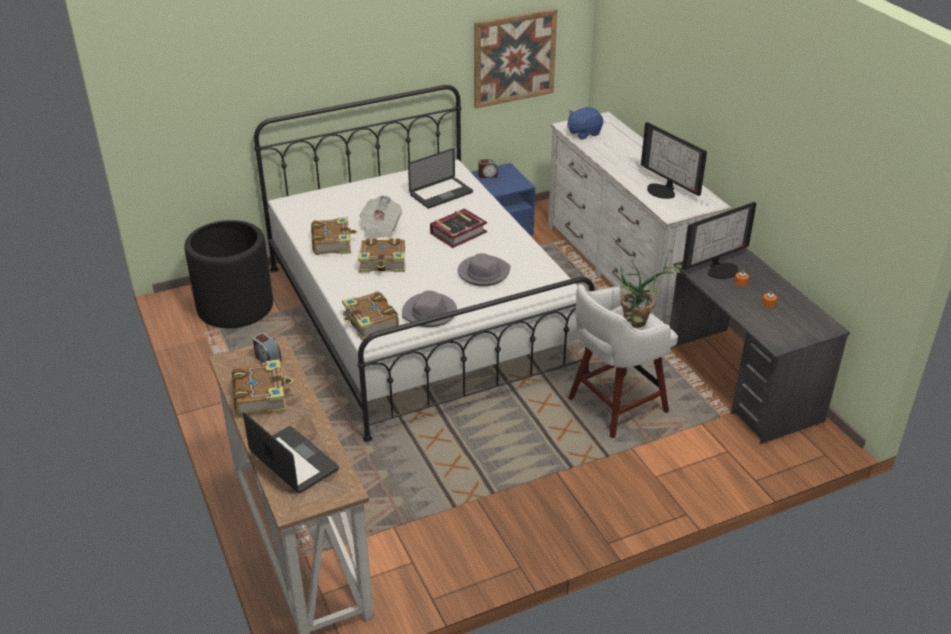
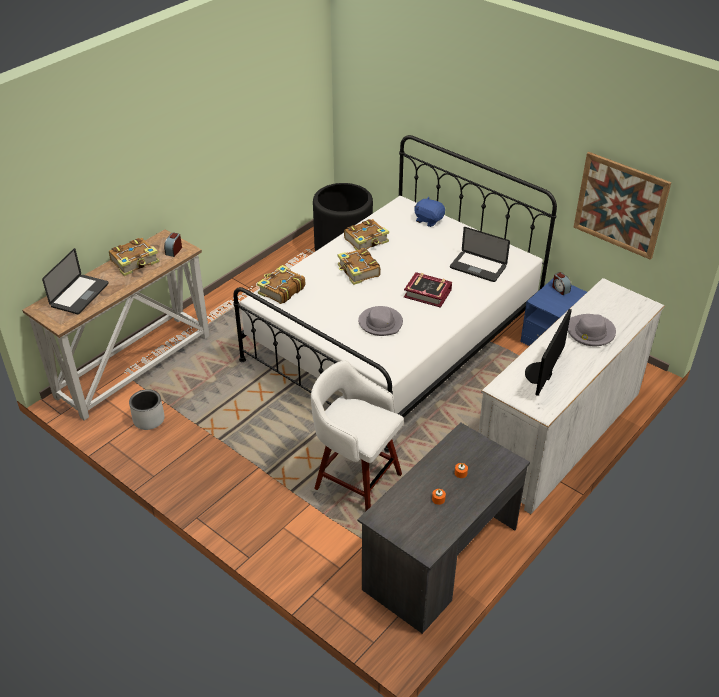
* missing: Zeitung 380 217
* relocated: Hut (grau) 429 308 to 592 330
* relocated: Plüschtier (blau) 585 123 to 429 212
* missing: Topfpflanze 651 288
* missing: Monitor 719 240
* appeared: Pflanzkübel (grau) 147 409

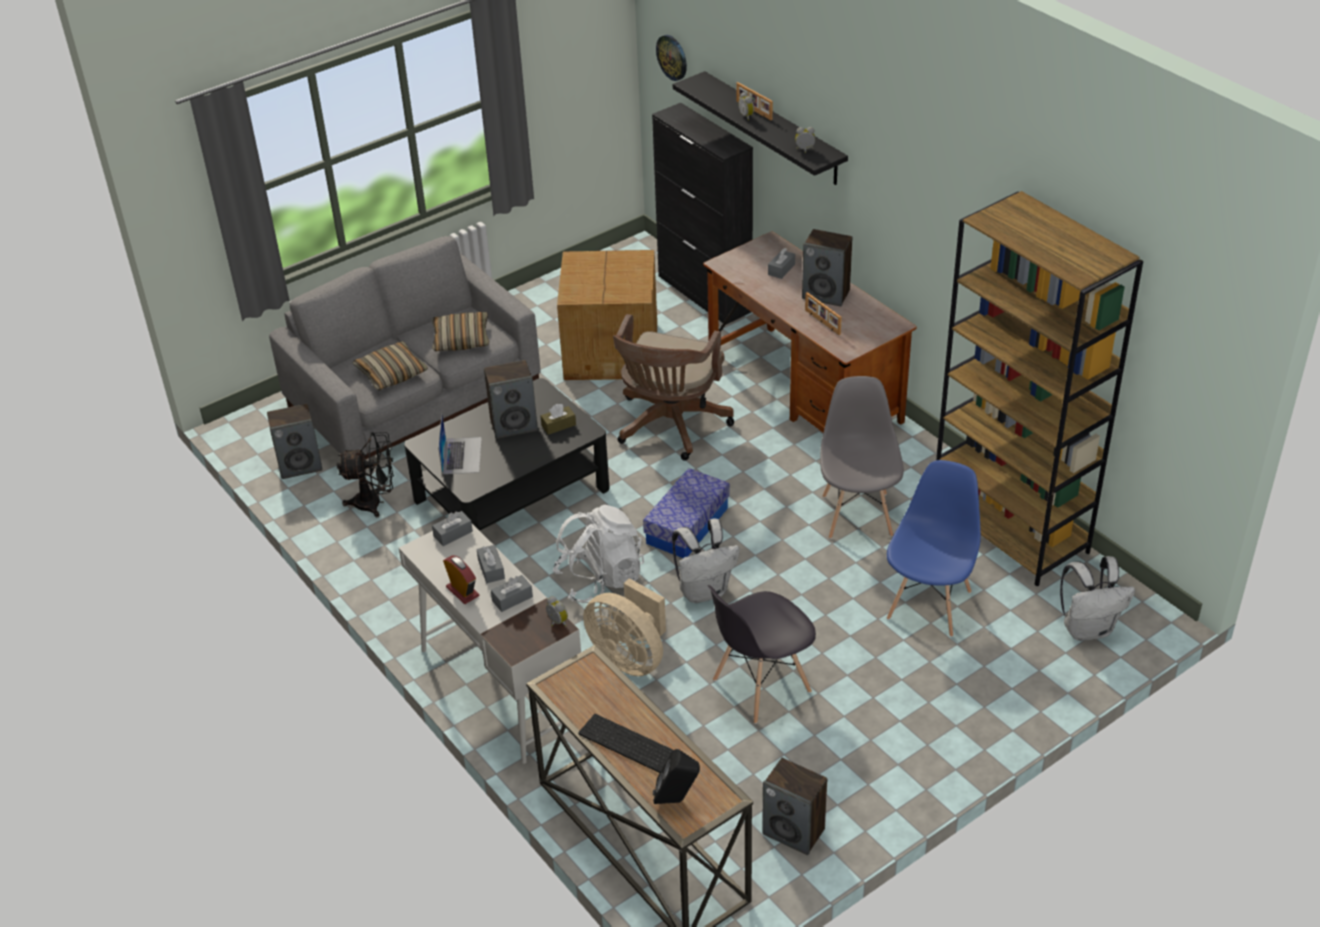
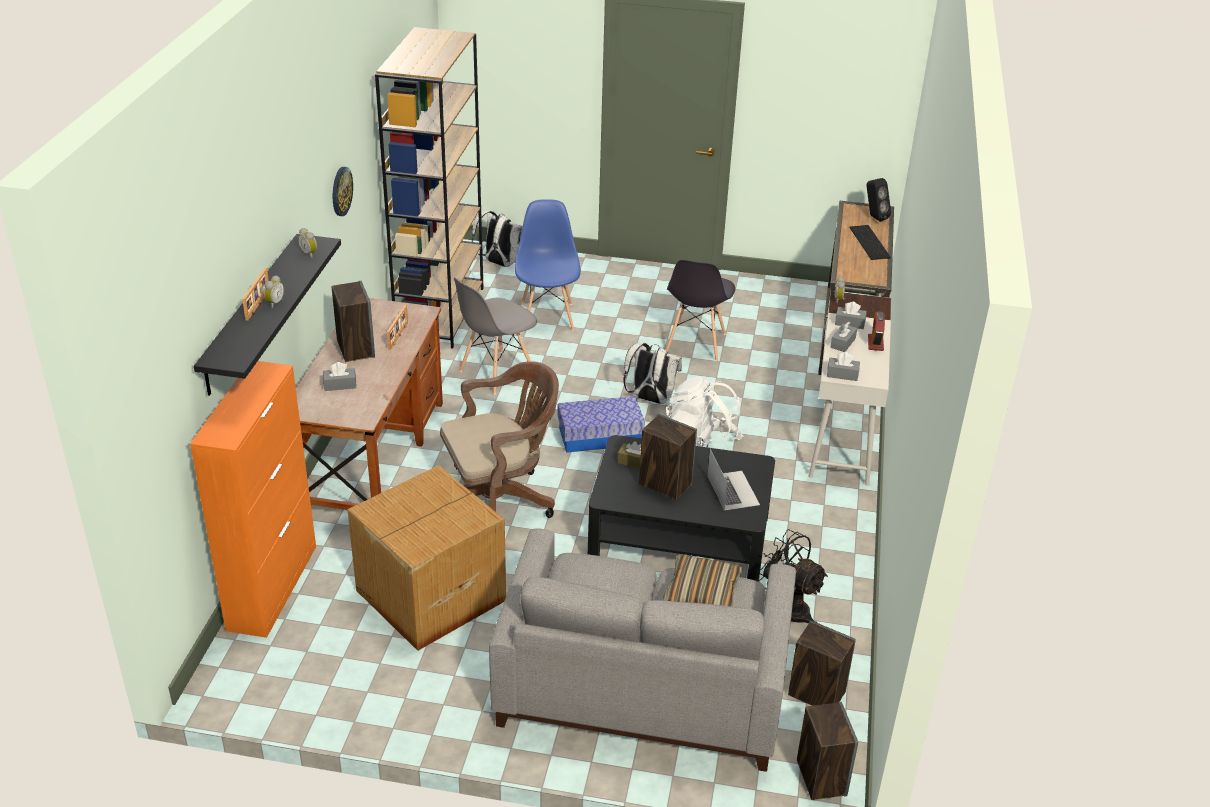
* missing: Kissen 460 331
* spun: Laptop 460 444 = 733 479 120 degrees clockwise
* missing: Ventilator (beige) 624 627
* colour: Schrank (schwarz) 702 213 to Schrank (orange) 253 499
* relocated: Wanduhr 671 58 to 343 191
* spun: Stuhl (grau) 762 654 = 700 310 90 degrees clockwise
* relocated: Lautsprecher 794 806 to 827 751
* spun: Stuhl (blau) 934 548 = 548 265 105 degrees clockwise

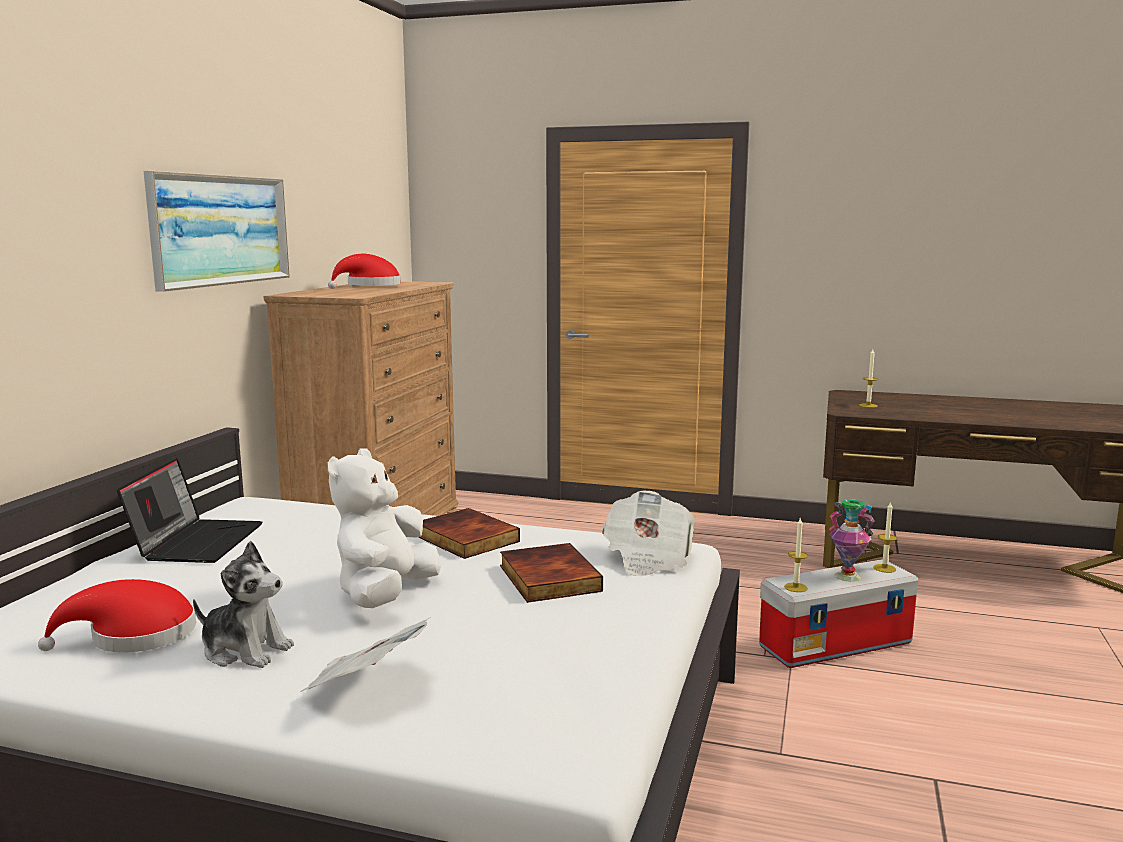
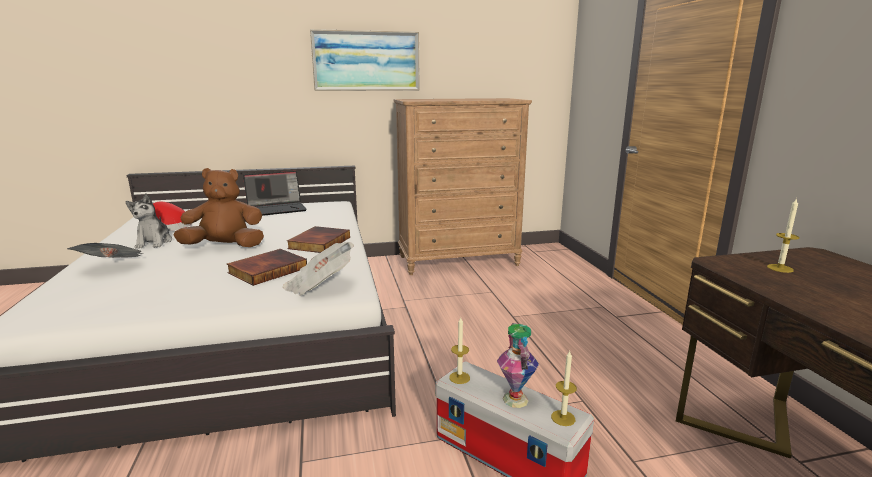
* missing: Hut (rot) 364 271
* colour: Plüschtier (weiß) 384 528 to Plüschtier (braun) 219 207

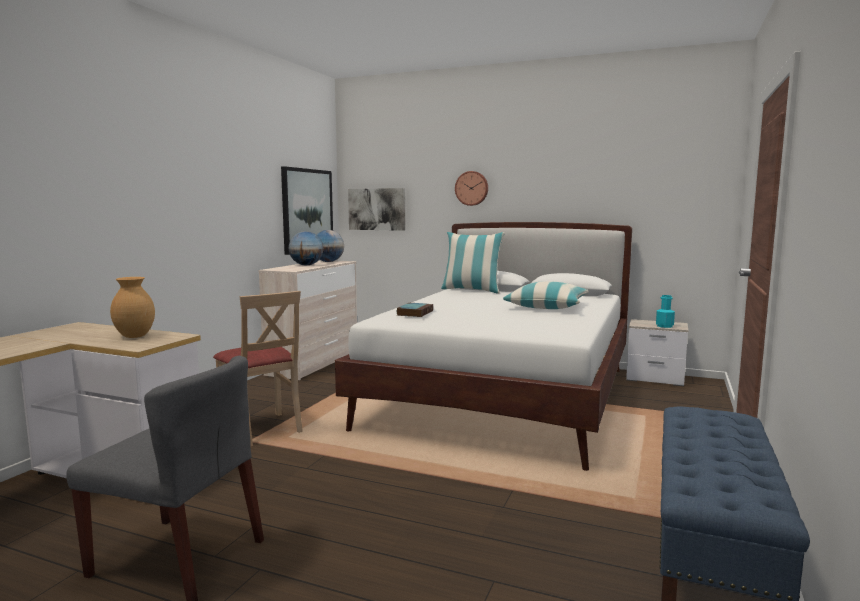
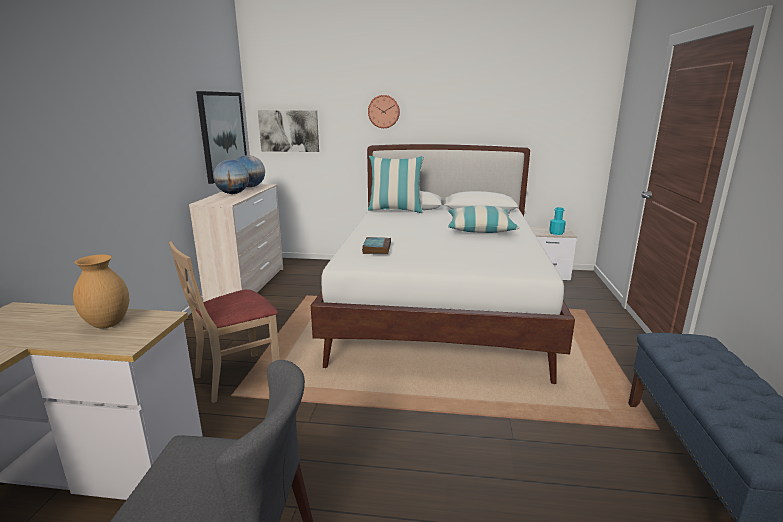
* spun: Stuhl (beige) 258 368 = 224 322 105 degrees clockwise

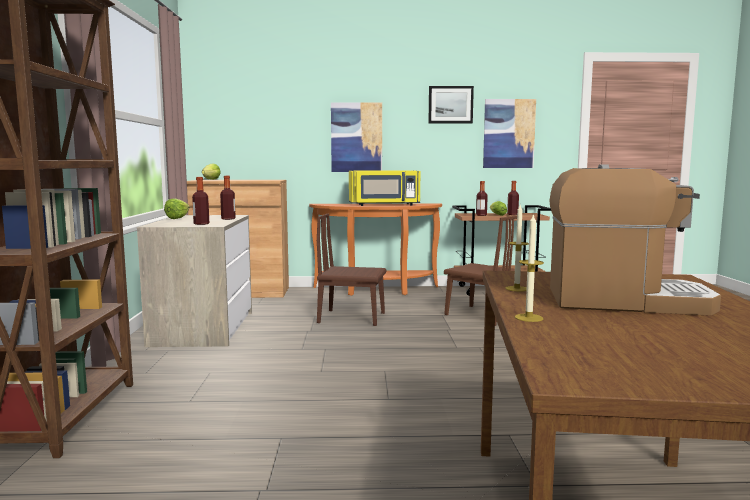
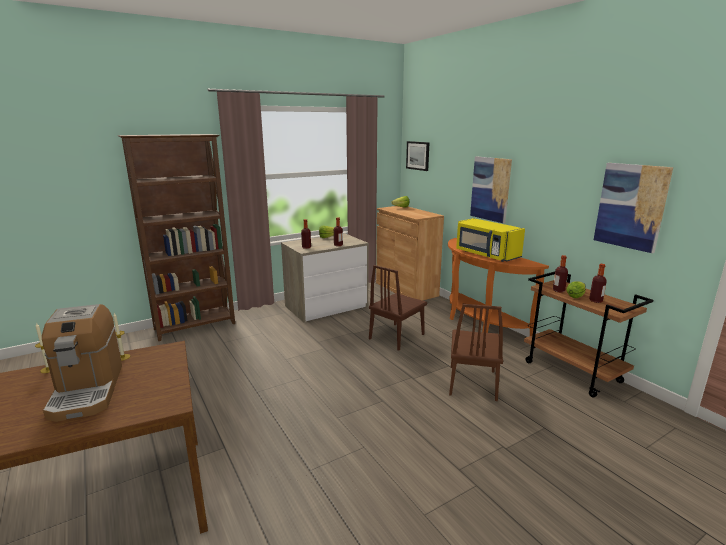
* spun: Stuhl (braun) 351 270 = 398 308 120 degrees counterclockwise
* relocated: Bild 451 104 to 418 156

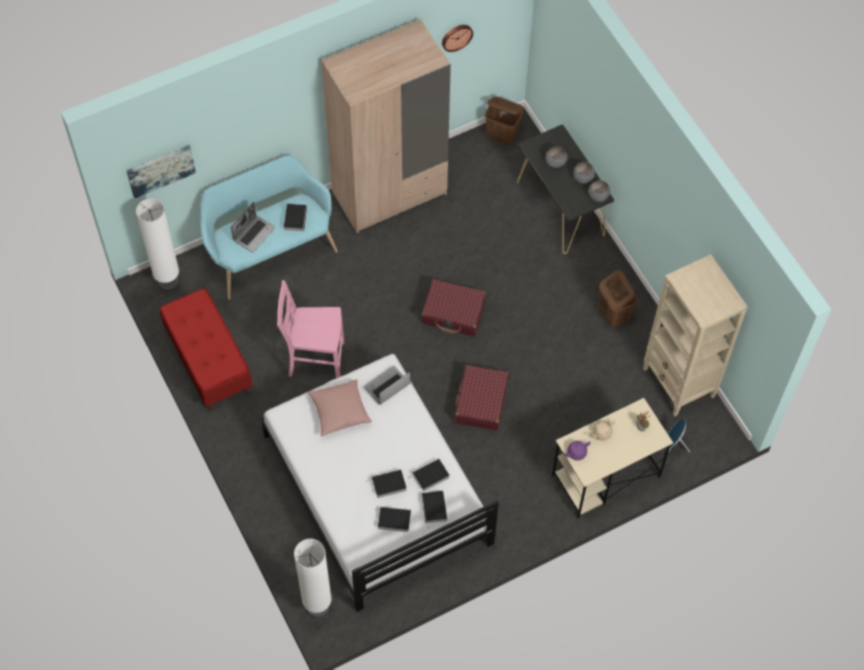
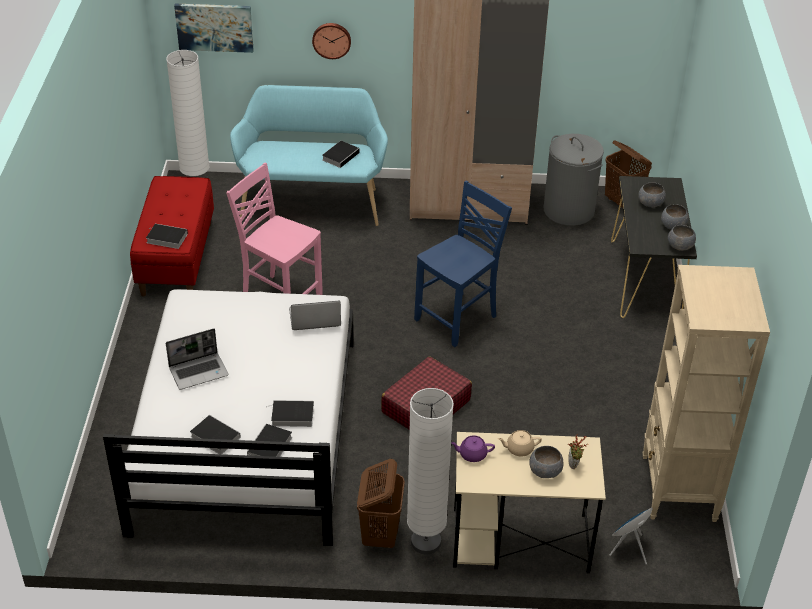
* relocated: Laptop 253 227 to 197 359
* relocated: Stehlampe (weiß) 313 578 to 430 471
* missing: Kissen (rosa) 339 407
* relocated: Buch 386 483 to 167 236
* exchanged: Koffer (rot) 454 307 to Stuhl (blau) 463 264
* relocated: Wanduhr 457 38 to 331 41
* relocated: Wäschekorb (braun) 618 299 to 381 503
* appeared: Schüssel (grau) 546 462
* appeared: Wäschekorb (grau) 574 180

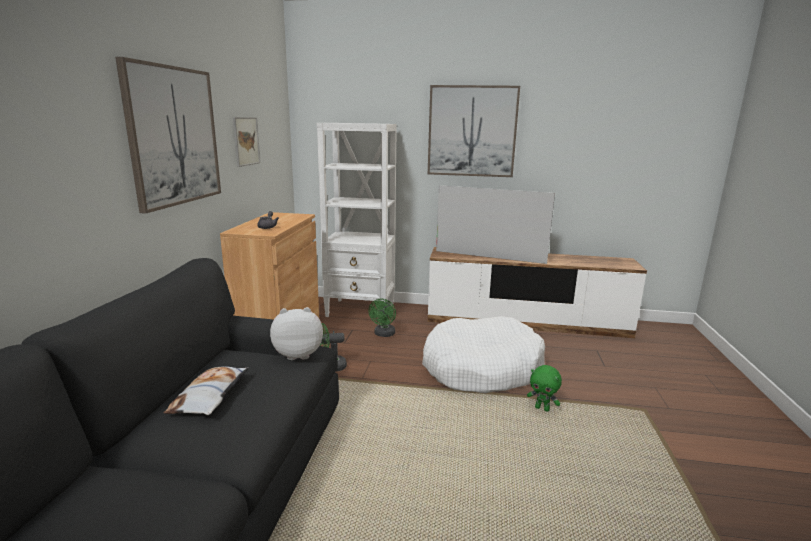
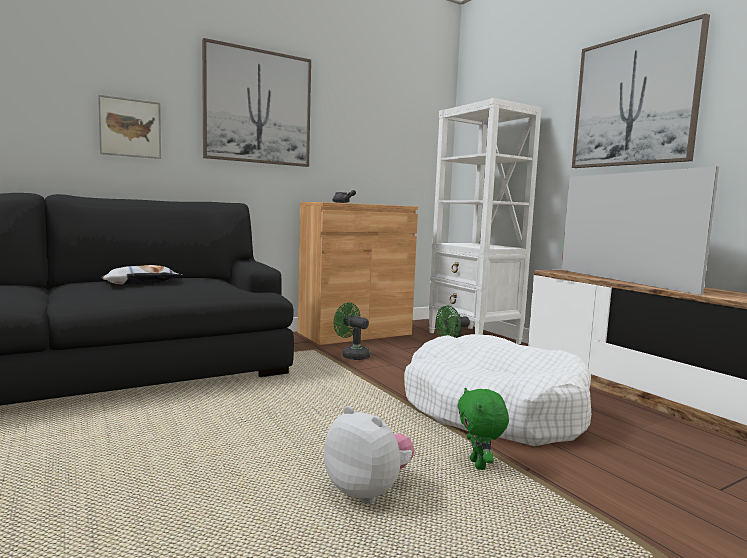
* relocated: Bild 246 142 to 129 126
* relocated: Plüschtier 296 333 to 369 454

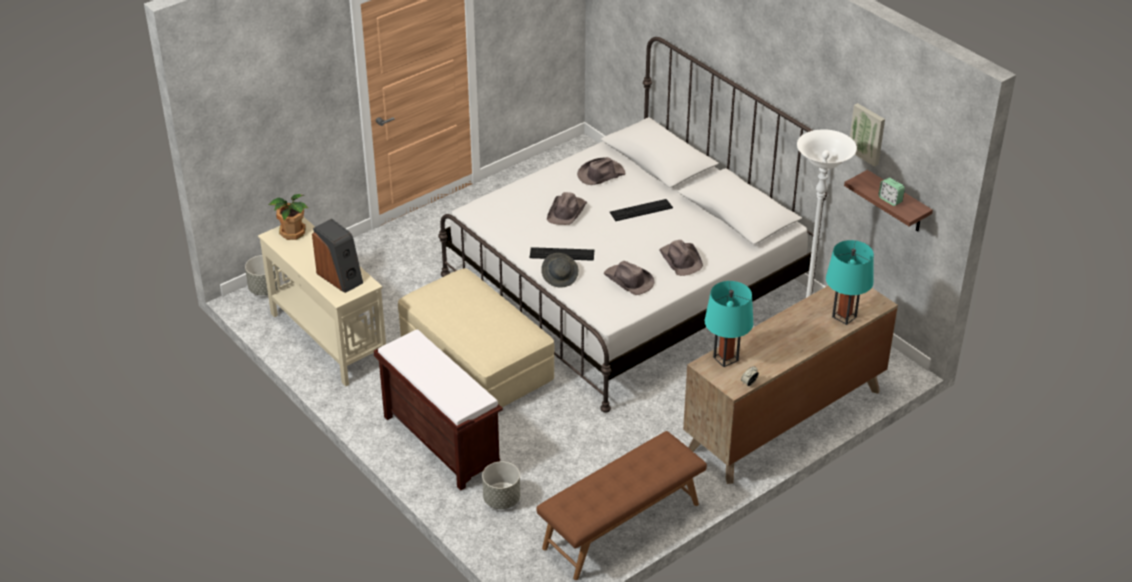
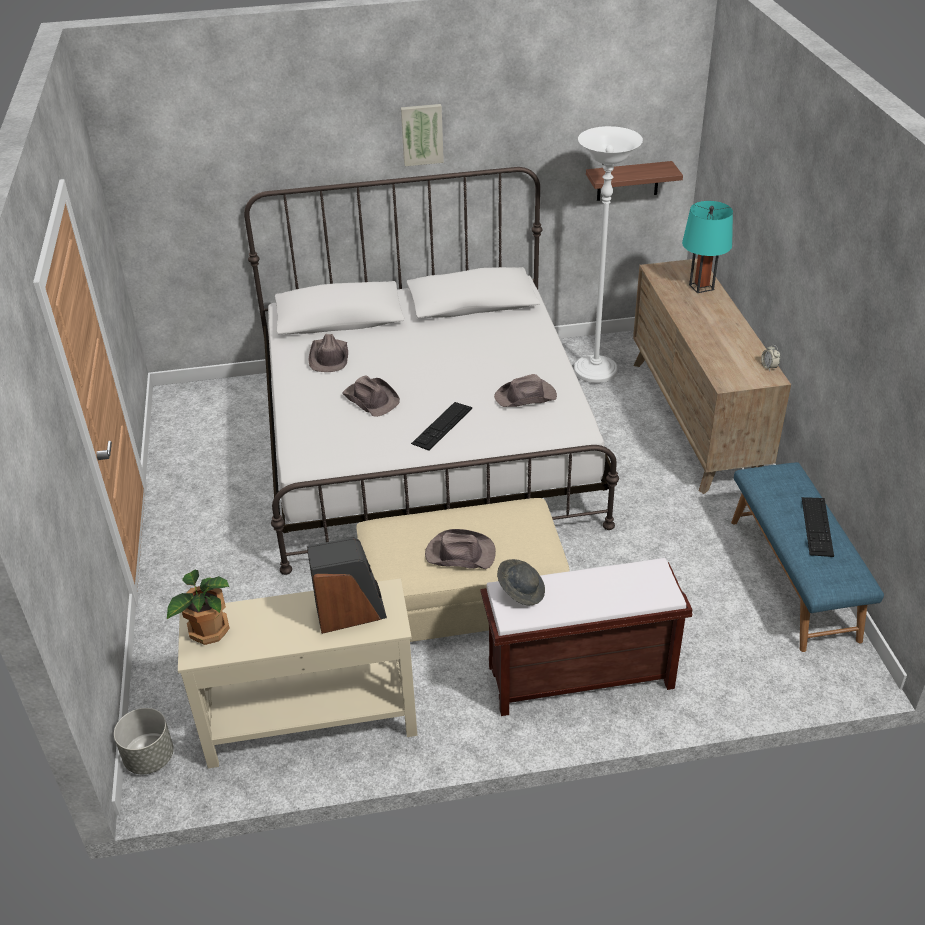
* missing: Pflanzkübel (grau) 501 485
* colour: Bank (braun) 622 505 to Bank (blau) 807 557
* relocated: Hut (grau) 559 270 to 521 582
* relocated: Tastatur 641 210 to 818 527
* relocated: Hut (braun) 681 258 to 460 549
* missing: Tischlampe (türkis) 729 324
* relocated: Bild 867 135 to 422 135
* missing: Wecker 892 192

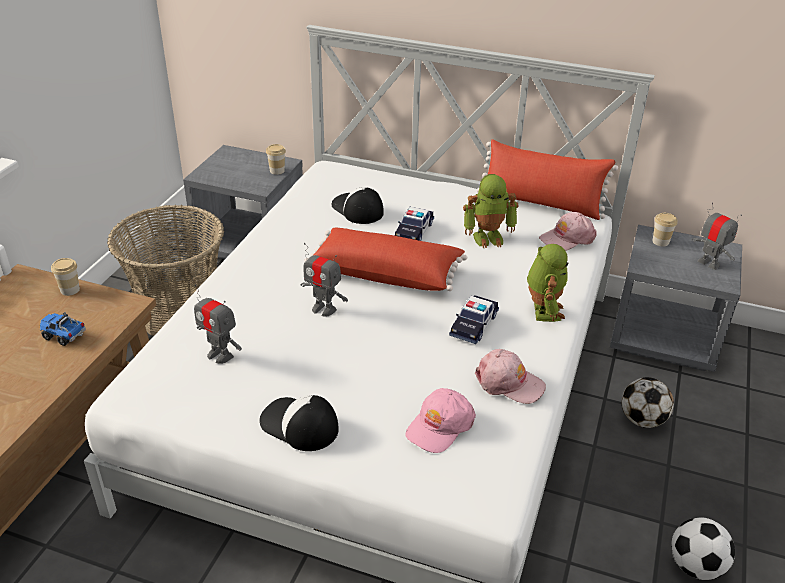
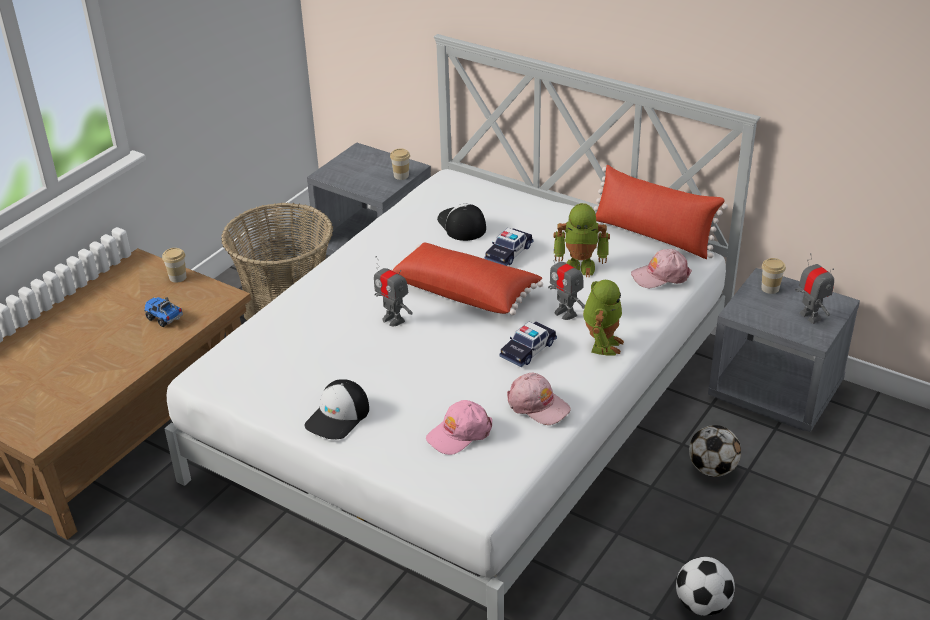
* relocated: Spielzeugroboter 218 324 to 566 284
* spun: Kappe 299 423 = 337 409 105 degrees counterclockwise

